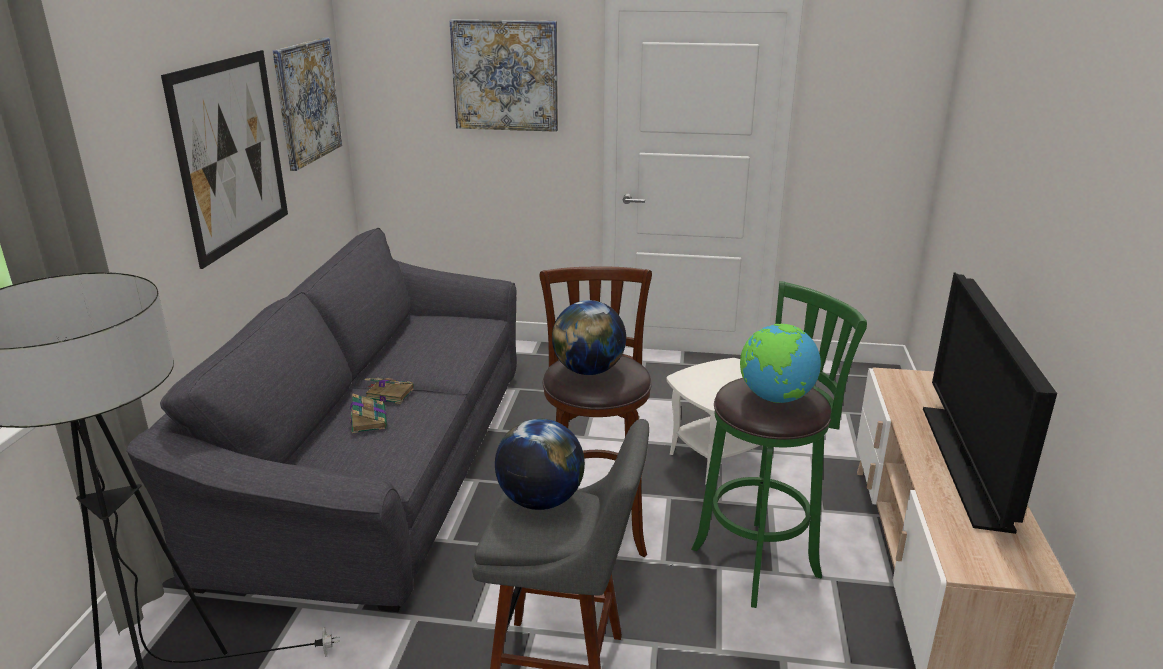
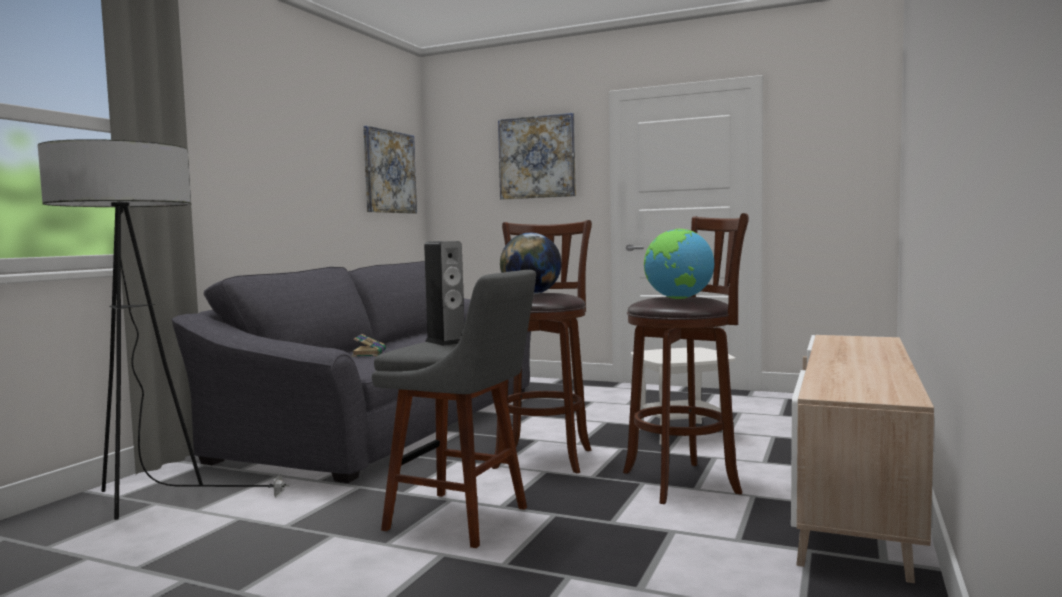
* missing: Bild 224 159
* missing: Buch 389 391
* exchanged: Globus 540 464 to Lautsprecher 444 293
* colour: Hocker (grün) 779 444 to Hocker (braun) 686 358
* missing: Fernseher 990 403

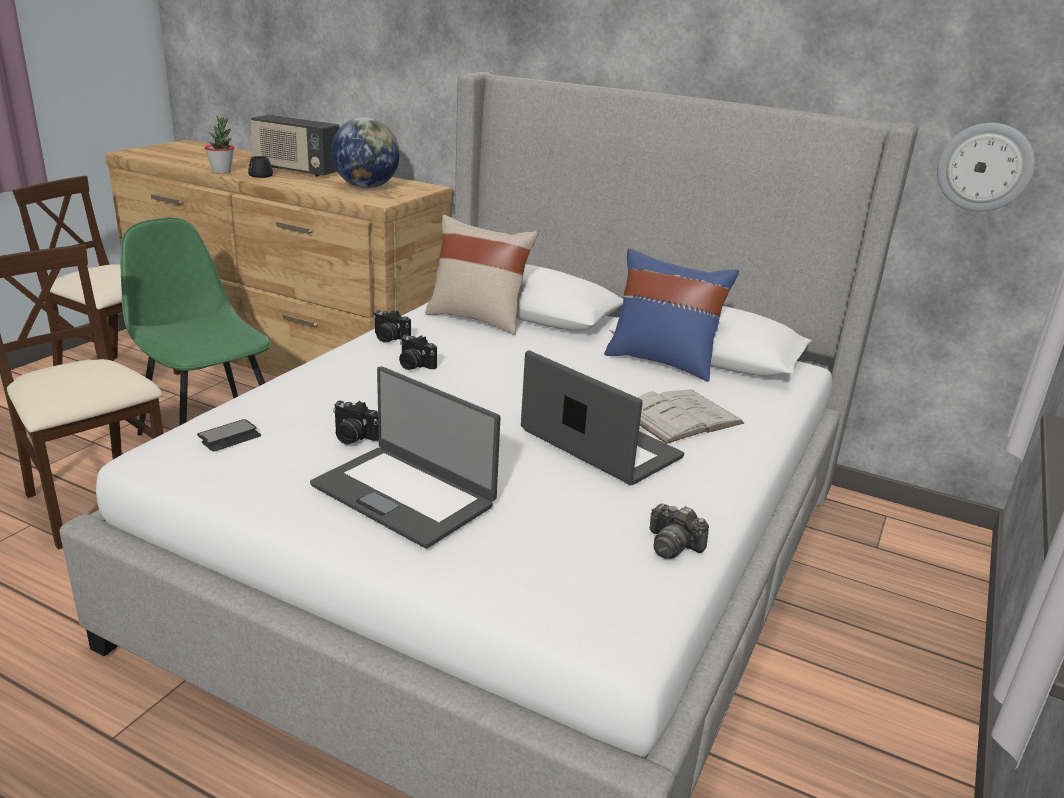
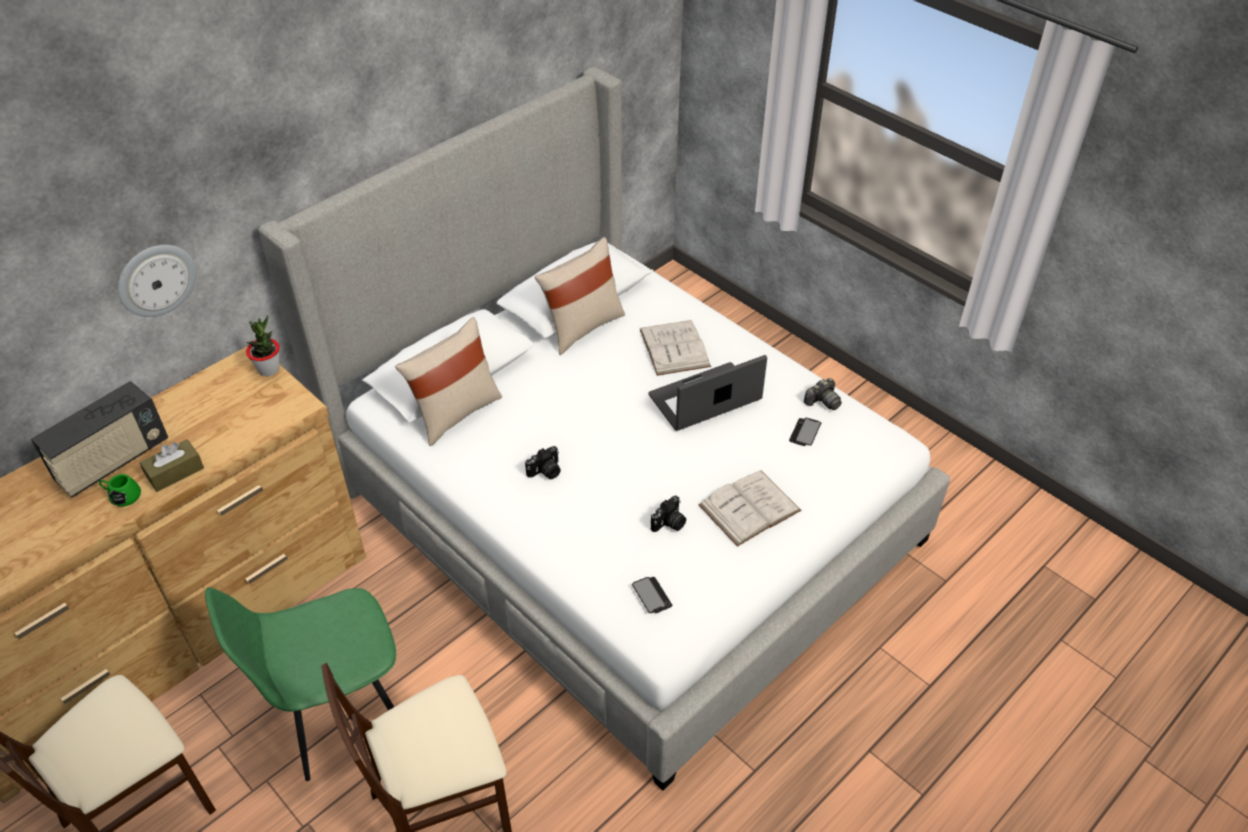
* relocated: Topfpflanze 219 145 to 262 345
* colour: Henkelbecher (schwarz) 260 167 to Henkelbecher (grün) 120 490
* exchanged: Laptop 405 457 to Buch (weiß) 750 508
* missing: Globus 365 152
* missing: Kamera 392 326
* colour: Kissen (blau) 671 315 to Kissen (beige) 580 296
* relocated: Wanduhr 986 167 to 157 281
* appeared: Taschentuchbox (braun) 172 465
* appeared: Handy 805 432

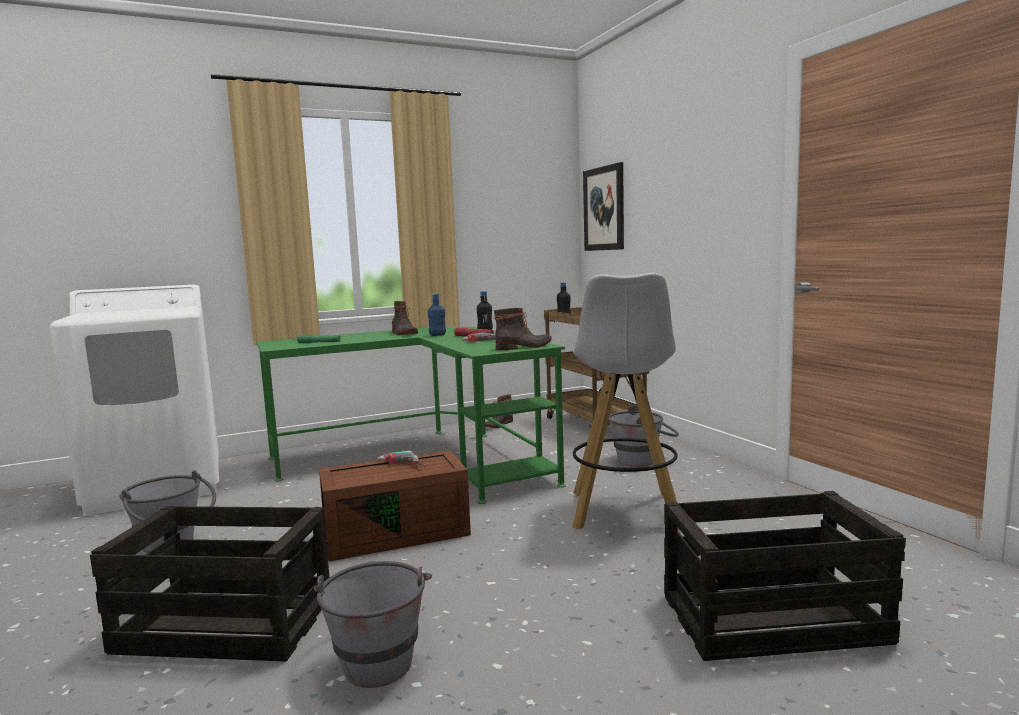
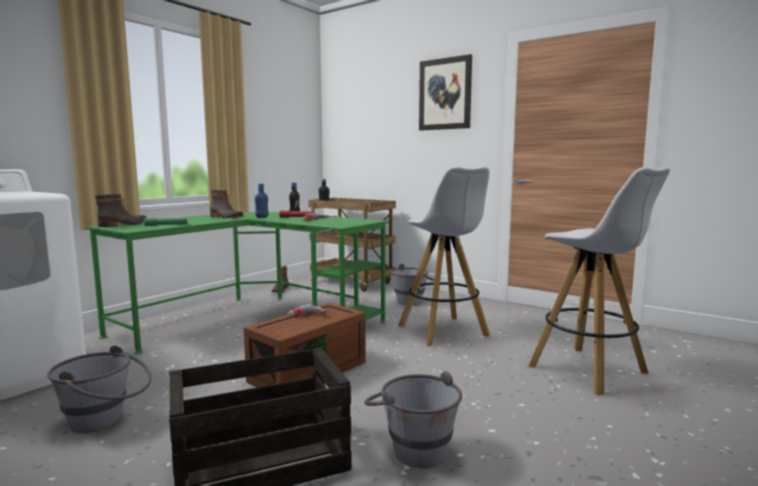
* relocated: Stiefel 522 329 to 121 210
* relocated: Bild 603 206 to 445 92
* exchanged: Kiste 785 576 to Hocker (weiß) 599 281

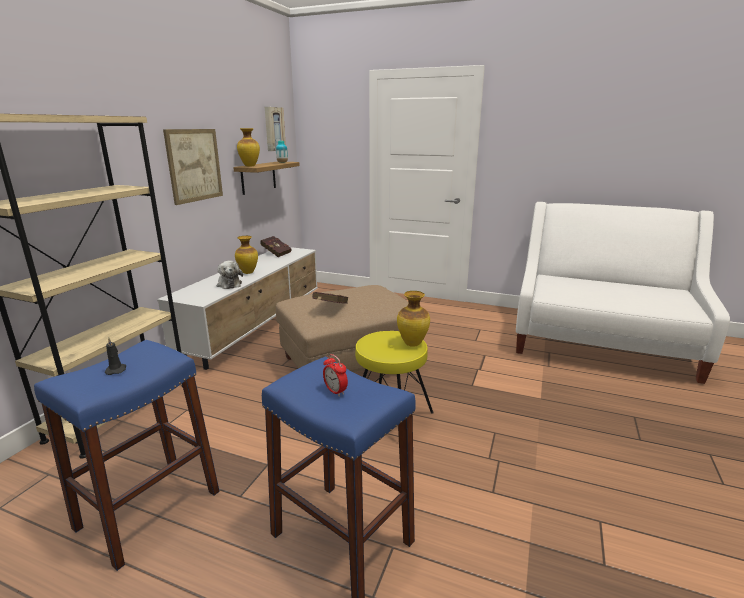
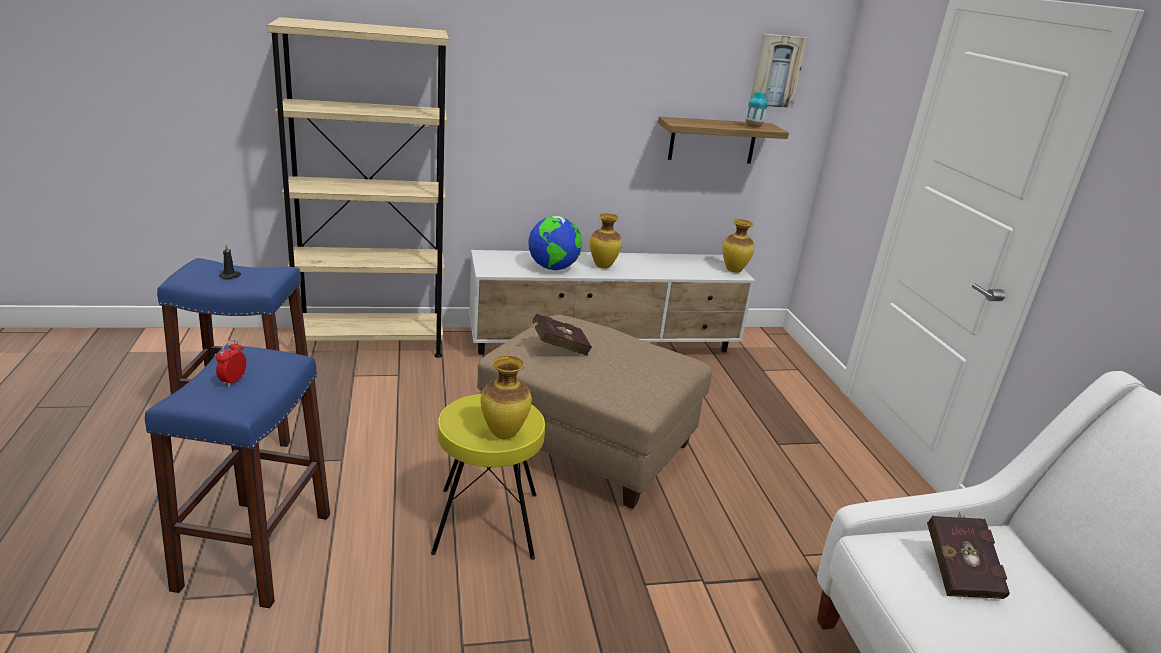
* missing: Bild 193 167
* exchanged: Plüschtier 230 275 to Globus 555 243
* relocated: Vase 248 147 to 738 246
* relocated: Buch (rot) 276 246 to 968 555

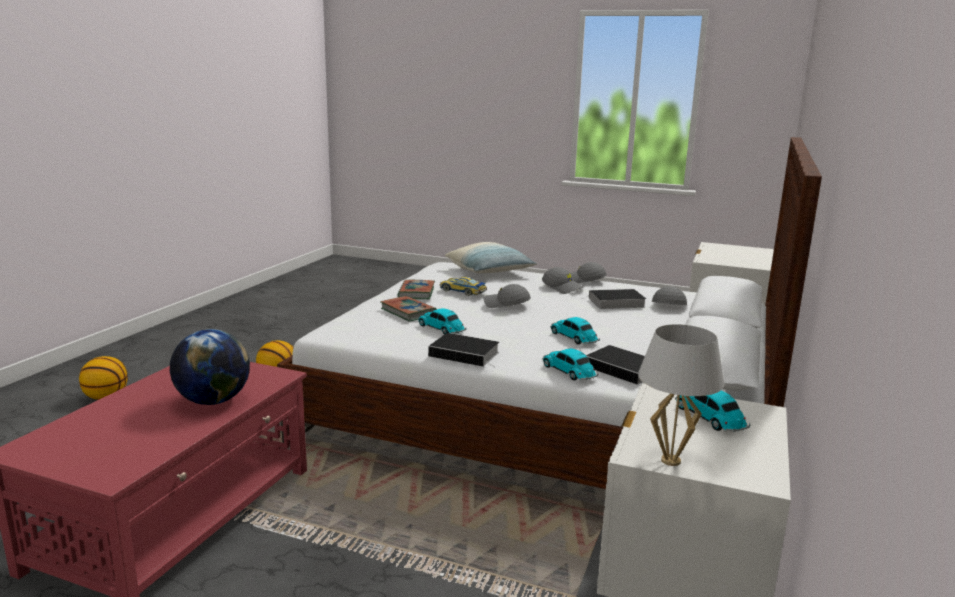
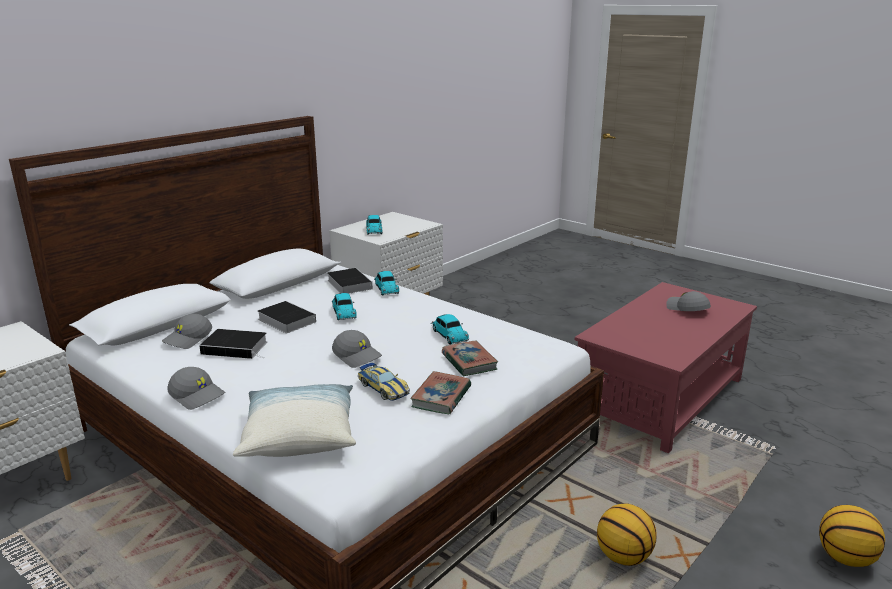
* missing: Globus 210 367
* relocated: Buch 463 350 to 286 317
* relocated: Kappe (grau) 563 280 to 688 301
* missing: Tischlampe (weiß) 681 395

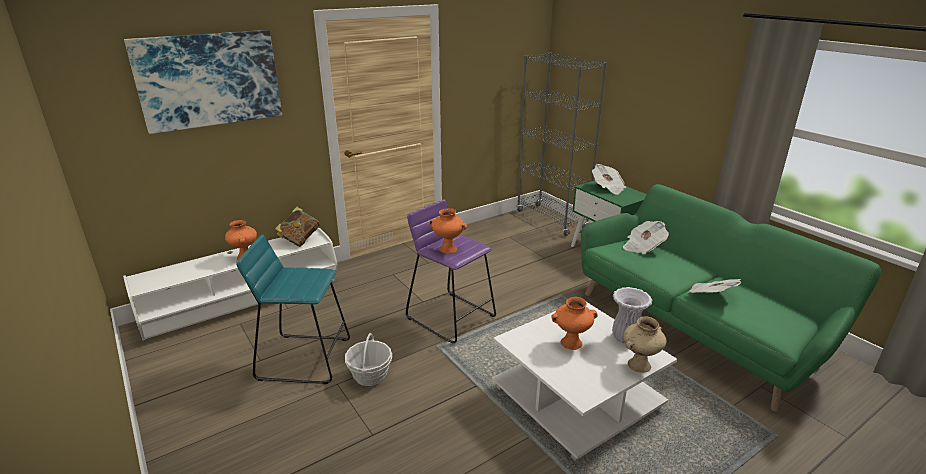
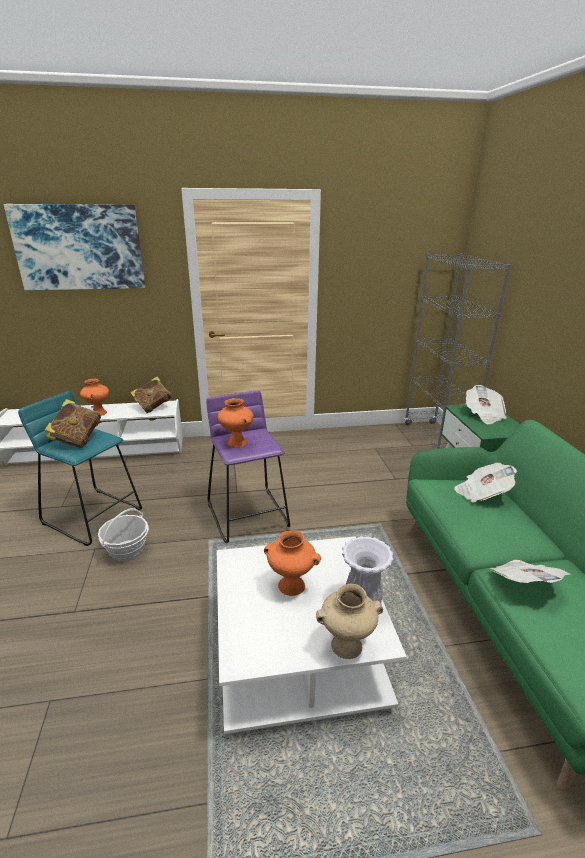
* appeared: Buch 73 423

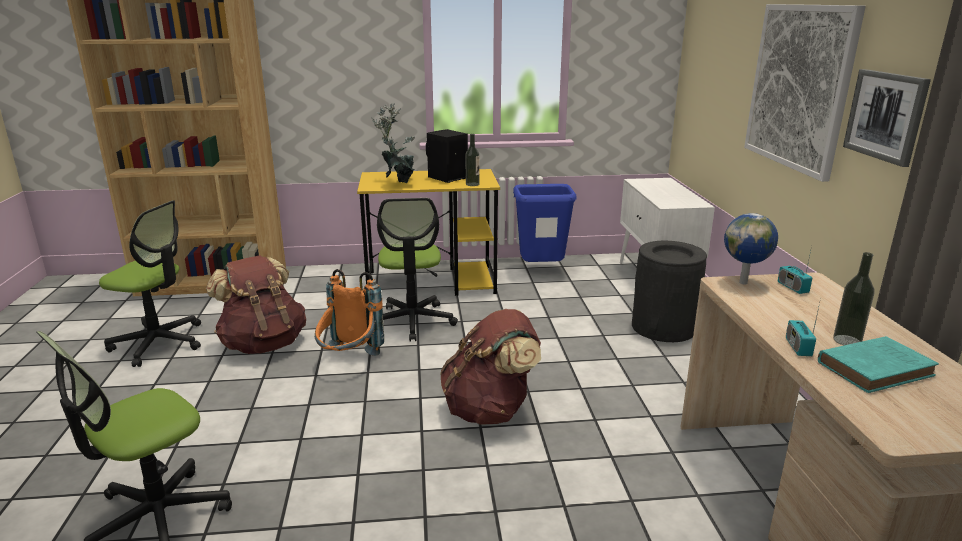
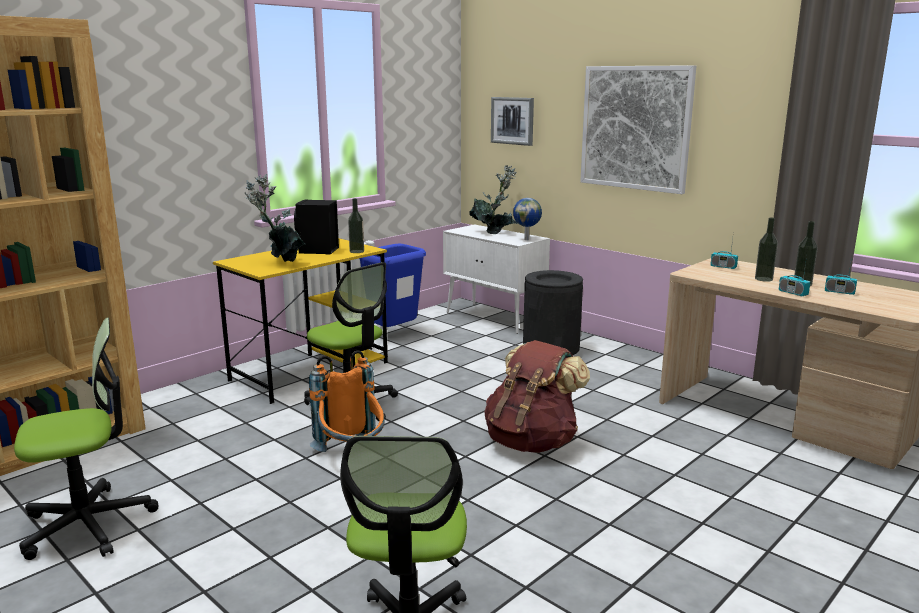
* missing: Rucksack (braun) 256 304
* relocated: Globus 751 249 to 527 219
* exchanged: Buch (türkis) 878 364 to Radio 841 276
* relocated: Bild 887 118 to 512 121
* appeared: Topfpflanze 493 199
* appeared: Flasche 766 249

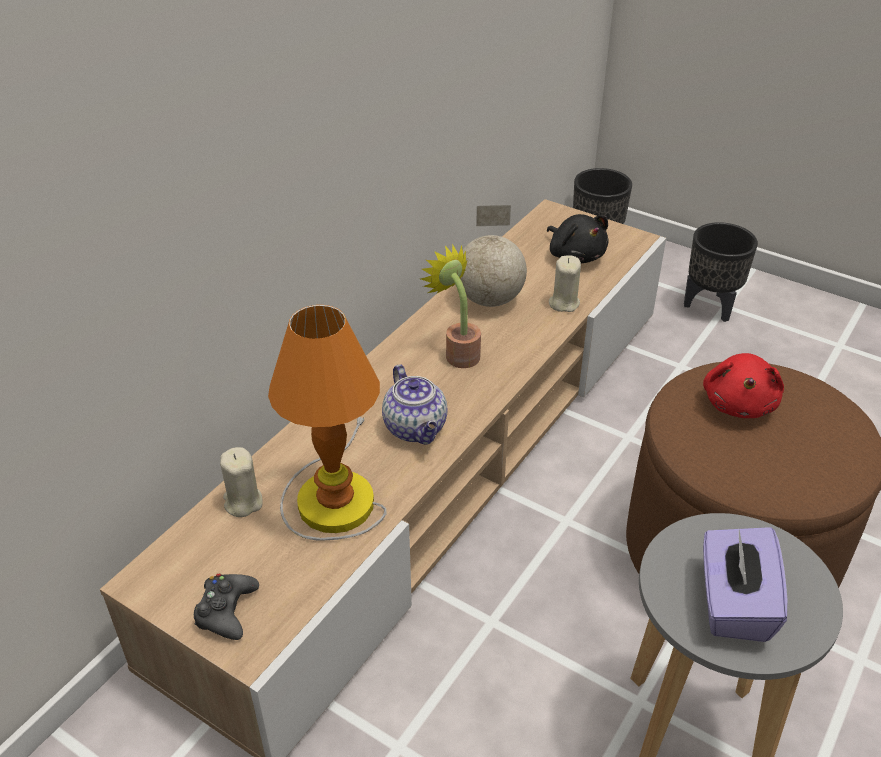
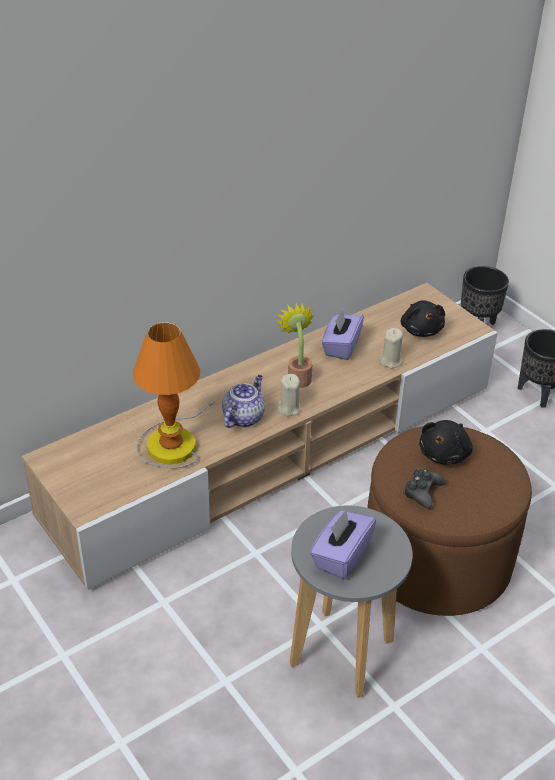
* relocated: Gamepad (schwarz) 226 607 to 424 488
* relocated: Kerze (beige) 241 482 to 289 395
* spun: Teekanne 415 404 = 243 401 150 degrees counterclockwise
* exchanged: Globus 494 256 to Taschentuchbox (lila) 343 334
* colour: Plüschtier (rot) 743 385 to Plüschtier (schwarz) 446 442

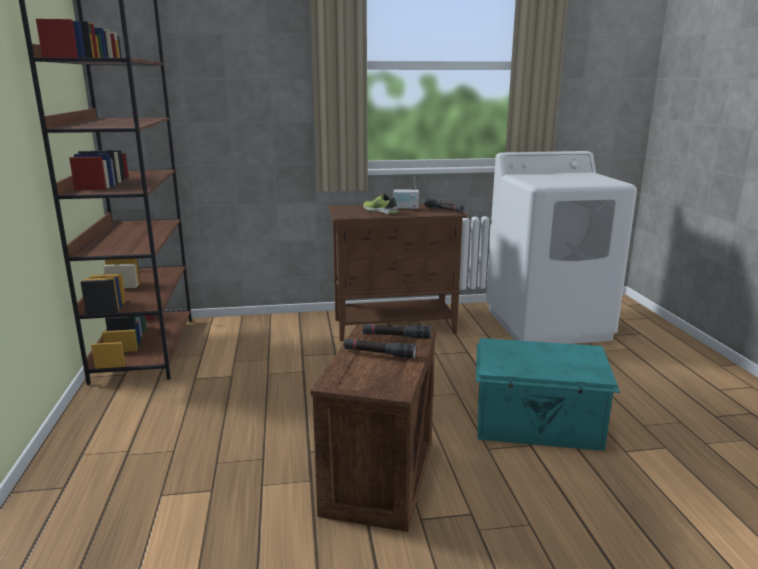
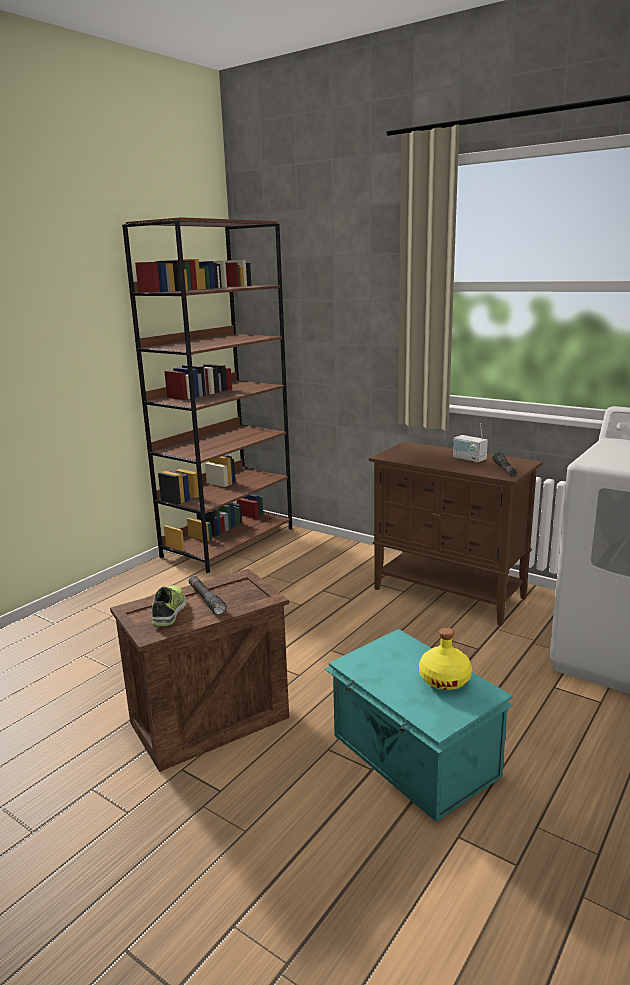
* missing: Taschenlampe (schwarz) 396 331
* relocated: Schuh 380 204 to 169 606
* appeared: Flasche (gelb) 445 659

